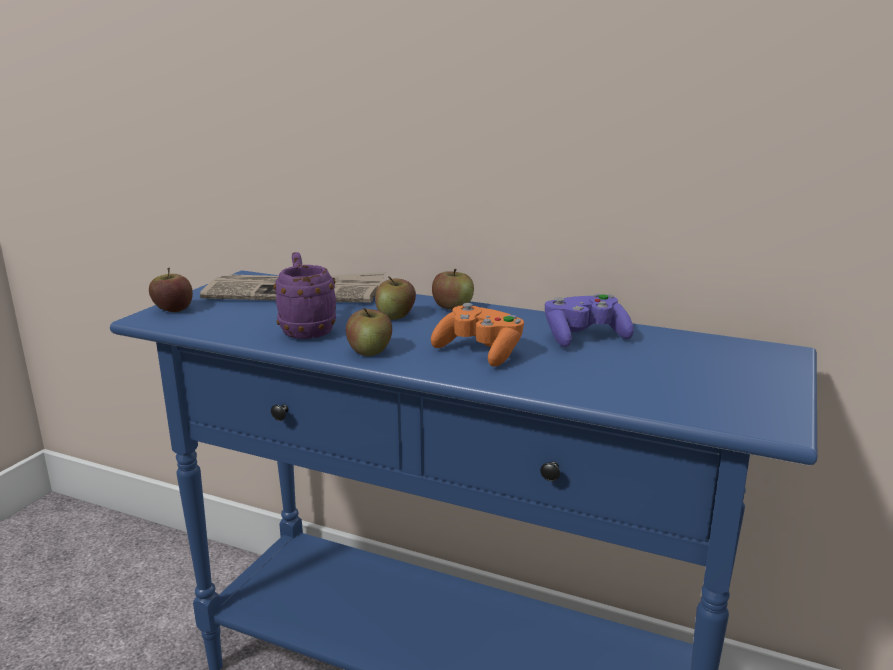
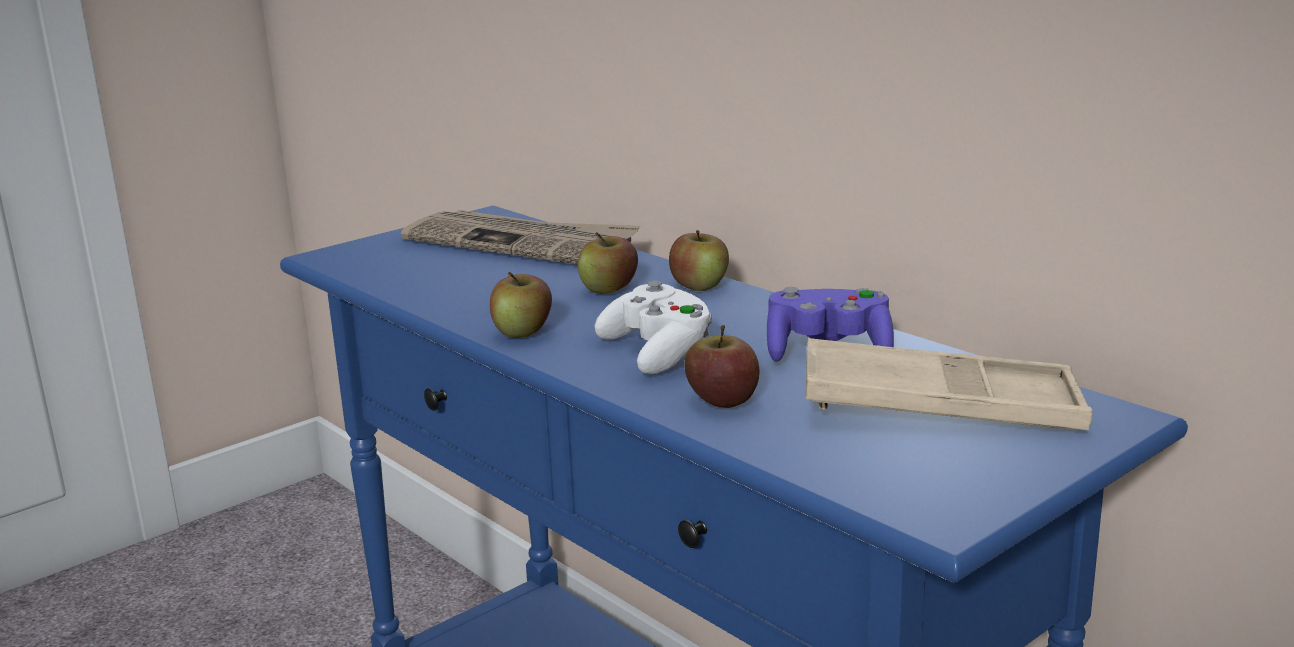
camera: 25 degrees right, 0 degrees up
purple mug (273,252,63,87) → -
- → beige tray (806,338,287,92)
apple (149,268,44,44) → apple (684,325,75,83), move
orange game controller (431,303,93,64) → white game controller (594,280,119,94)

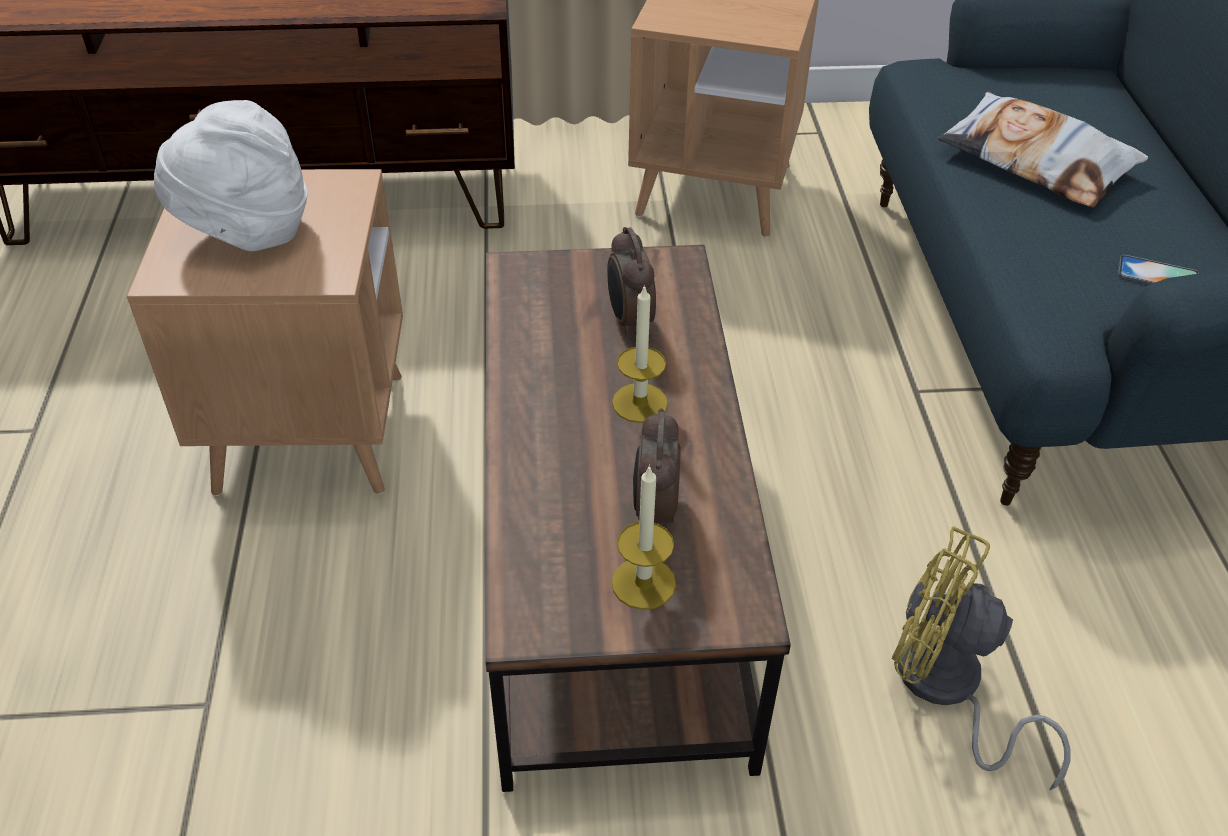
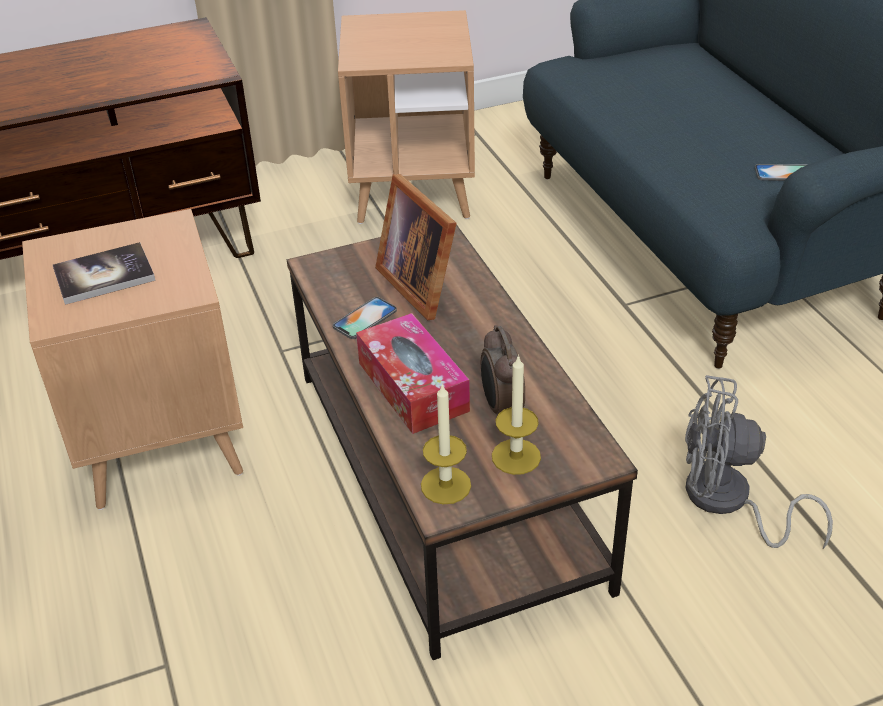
camera: 15 degrees left, 5 degrees down
pillow (938,92,210,116) → -
- → phone (333,297,64,42)
- → tissue box (356,313,114,121)
candle (612,284,56,139) → candle (421,383,50,121), move
white hat (154,100,153,151) → book (53,242,103,63)
alarm clock (607,227,49,109) → picture frame (375,174,82,146)
yellow fan (892,527,179,263) → grey fan (685,375,148,174)

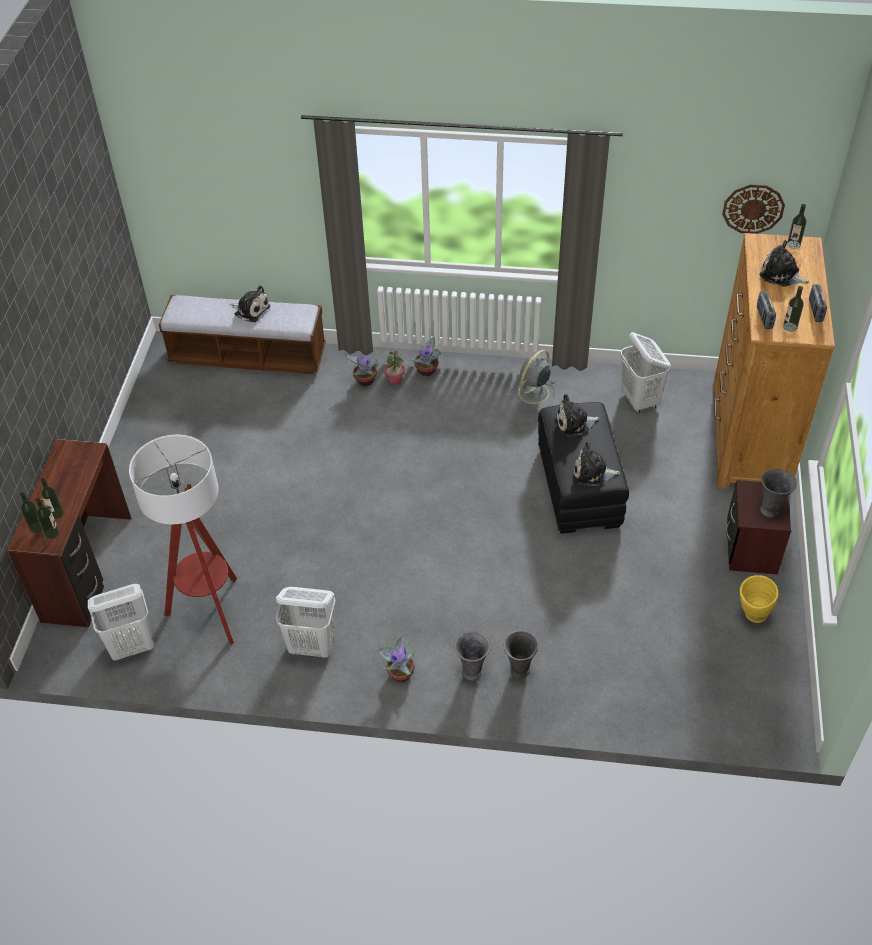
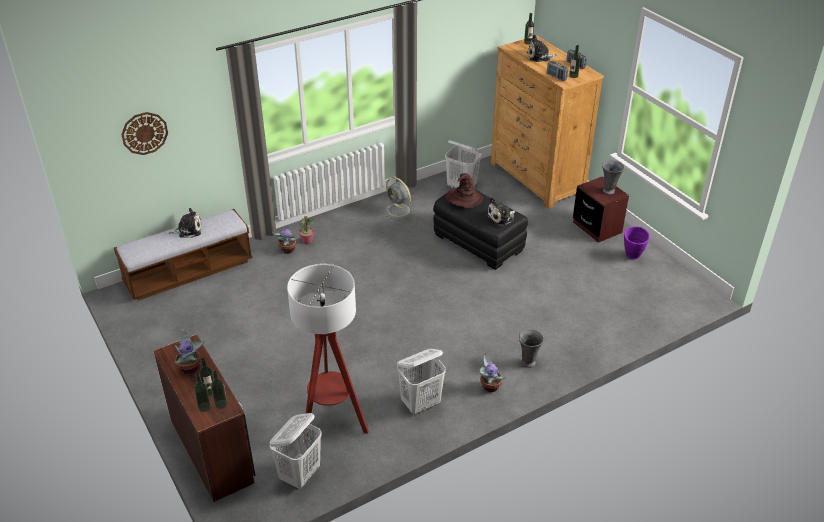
camera: 40 degrees left, 10 degrees down
grey vase (504,631,35,48) → -
potted plant (411,334,30,42) → potted plant (174,329,30,45), move
wall clock (722,184,63,50) → wall clock (121,112,47,43), move
plush toy (555,394,45,43) → brown hat (446,173,37,35)
yellow vase (740,575,38,48) → purple vase (624,226,25,34)
grey fan (511,350,44,61) → grey fan (382,177,34,43), 45 degrees counterclockwise

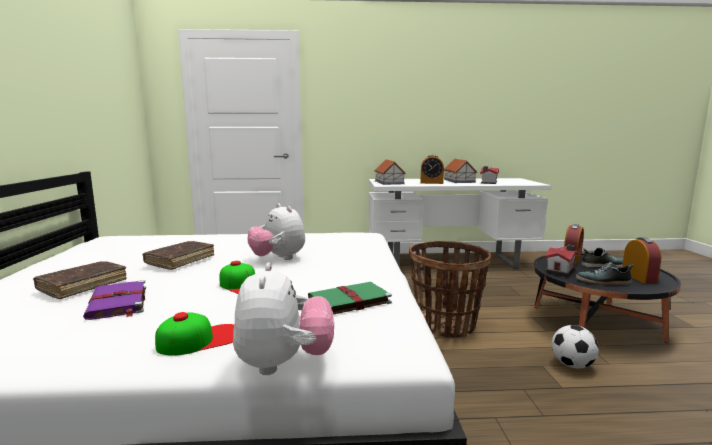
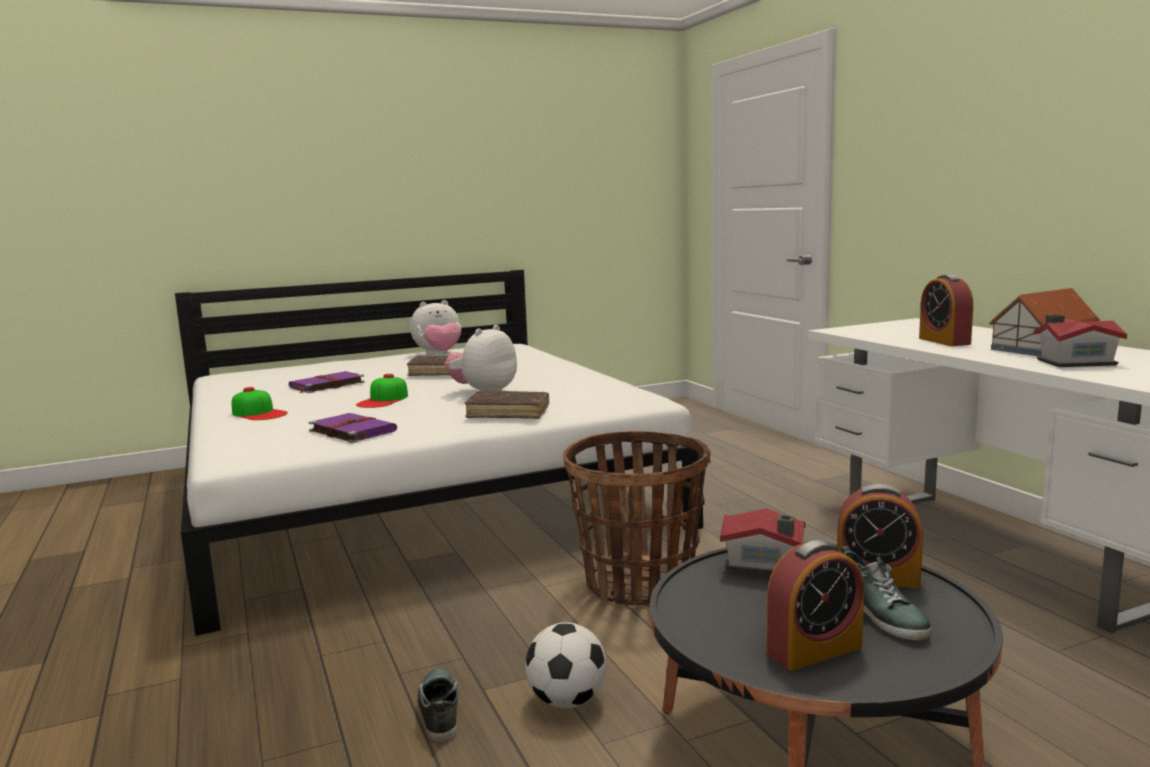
camera: 70 degrees right, 0 degrees up
toy house (374,159,32,26) → -
brown book (33,261,94,38) → brown book (465,390,84,29), move
plush toy (233,262,101,113) → plush toy (410,300,51,55), move
shoe (576,262,58,23) → shoe (417,668,41,75), move
green book (308,282,84,33) → purple book (309,413,88,30)

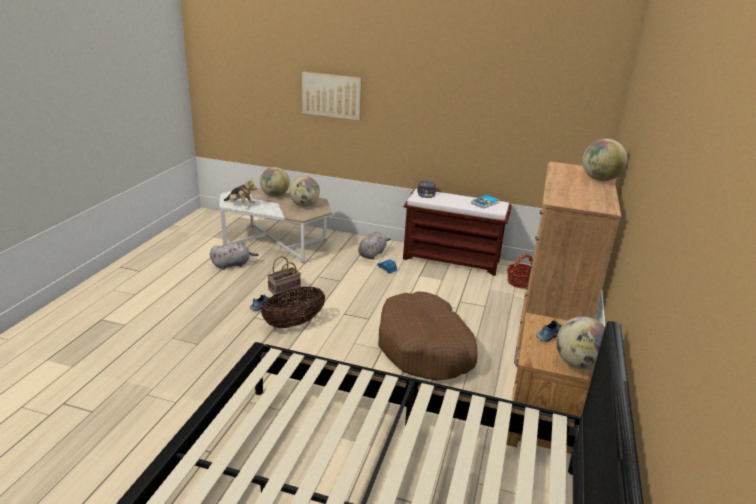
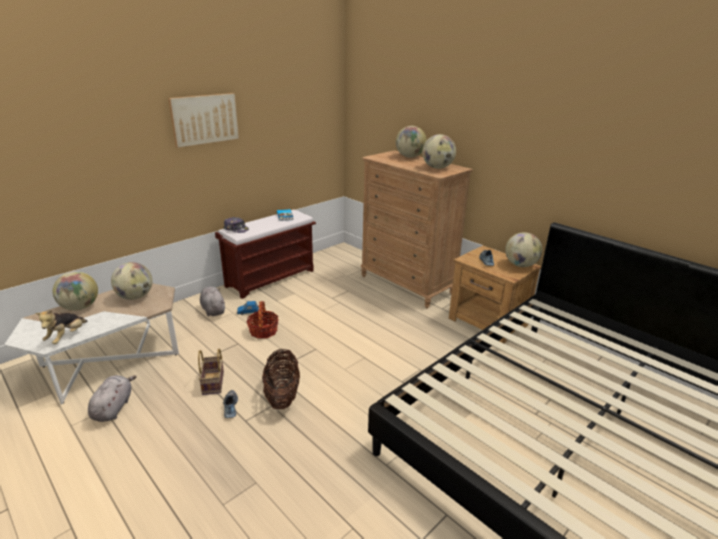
camera: 60 degrees left, 0 degrees up
brown dog bed (378,291,100,90) → -
- → globe (422,134,34,35)
picture (302,71,60,50) → picture (168,93,71,55), move
basket (507,254,26,35) → basket (246,301,32,38), move
plush toy (223,177,34,29) → plush toy (35,309,53,35), 135 degrees clockwise

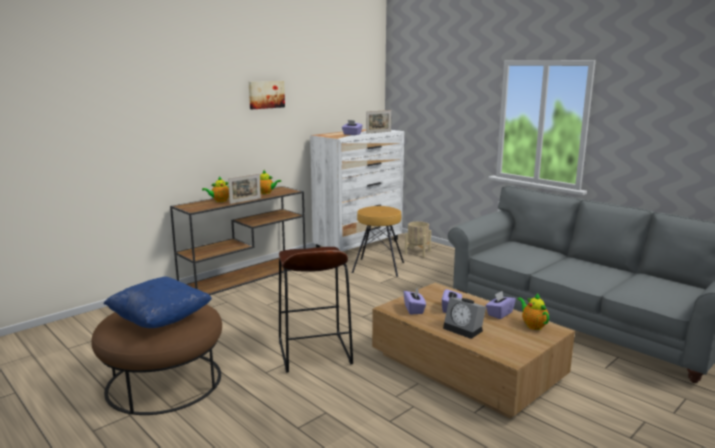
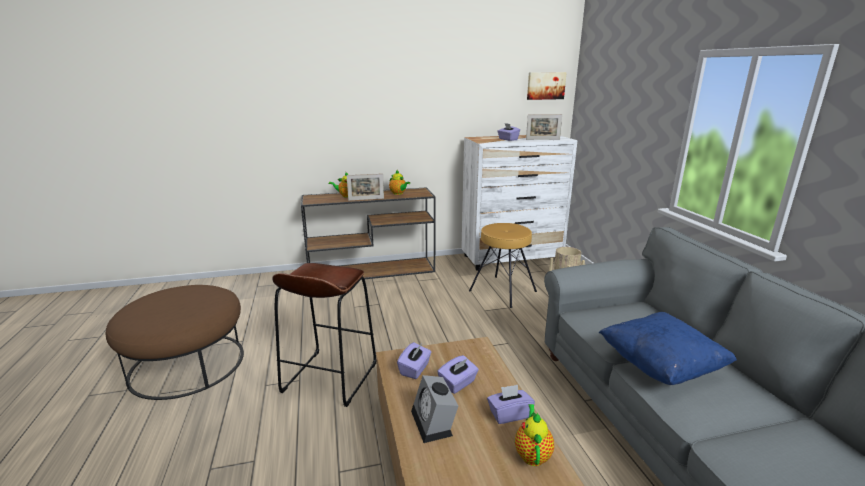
camera: 30 degrees right, 5 degrees up
blue pillow (104,277,108,51) → blue pillow (599,312,138,73), move
picture (249,81,36,28) → picture (527,72,40,28), move

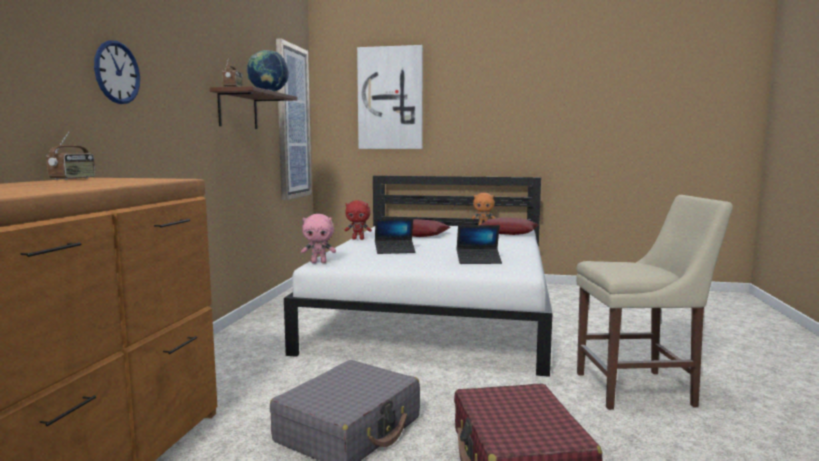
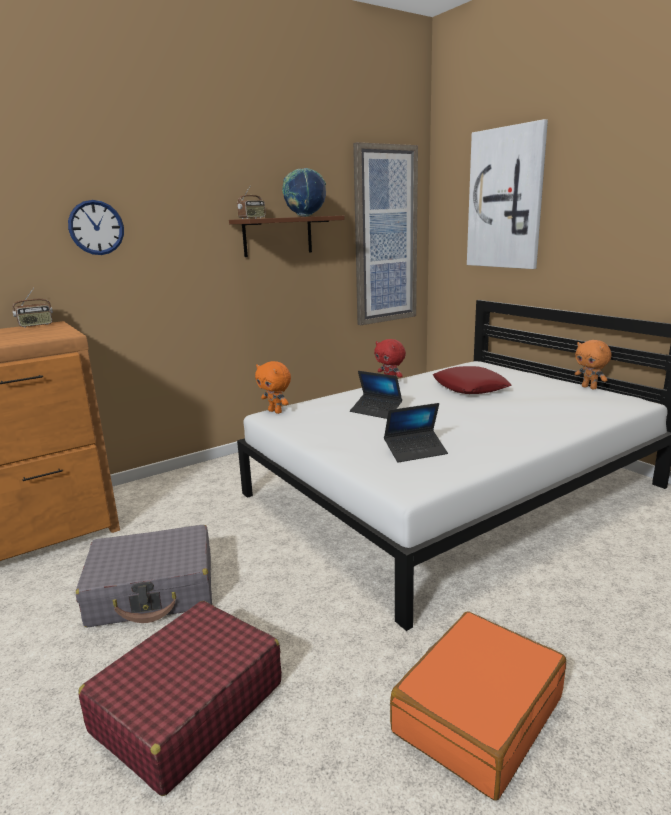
camera: 45 degrees right, 10 degrees up
red pillow (481,217,57,18) → -
beige chair (576,195,157,215) → orange suitcase (390,612,176,189)
pink plush toy (301,214,35,49) → orange plush toy (255,361,36,53)
laptop (457,225,45,39) → laptop (384,403,64,59), 60 degrees counterclockwise

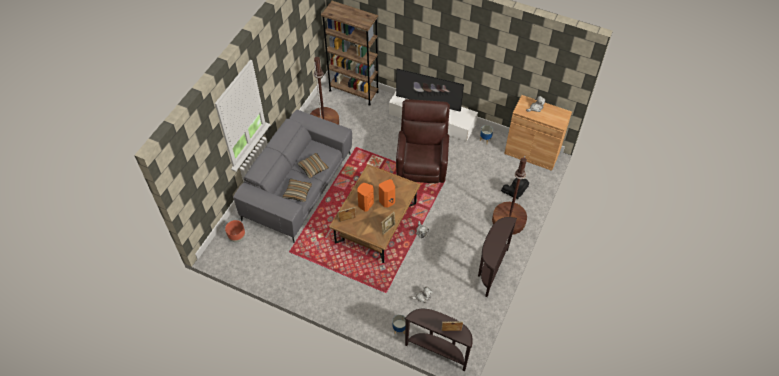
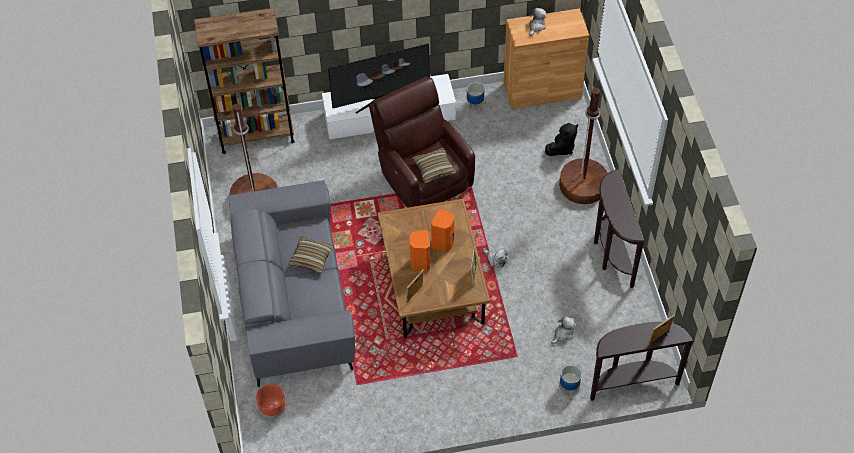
camera: 35 degrees left, 0 degrees up
pillow (282,179,30,23) → pillow (412,148,44,35), move

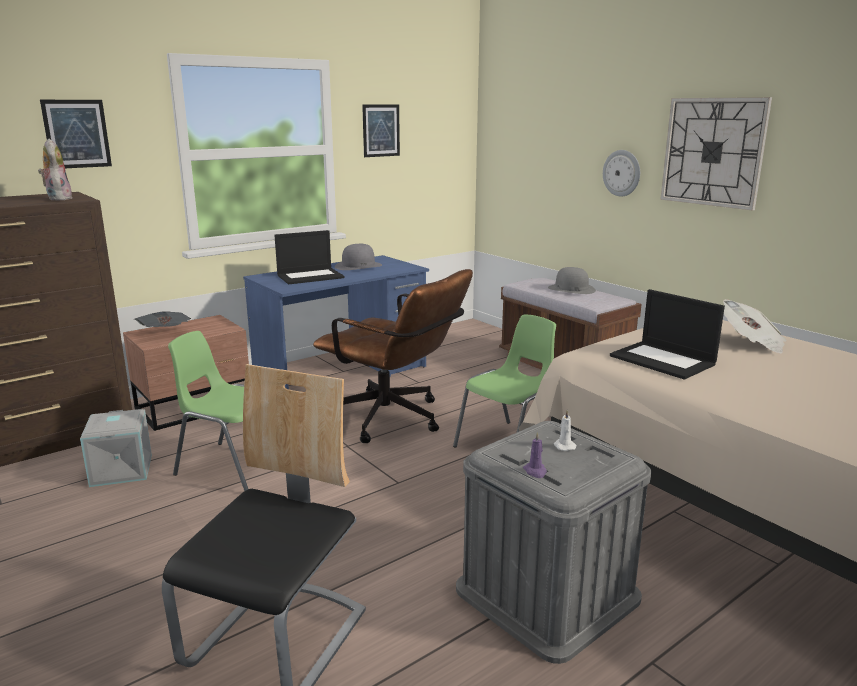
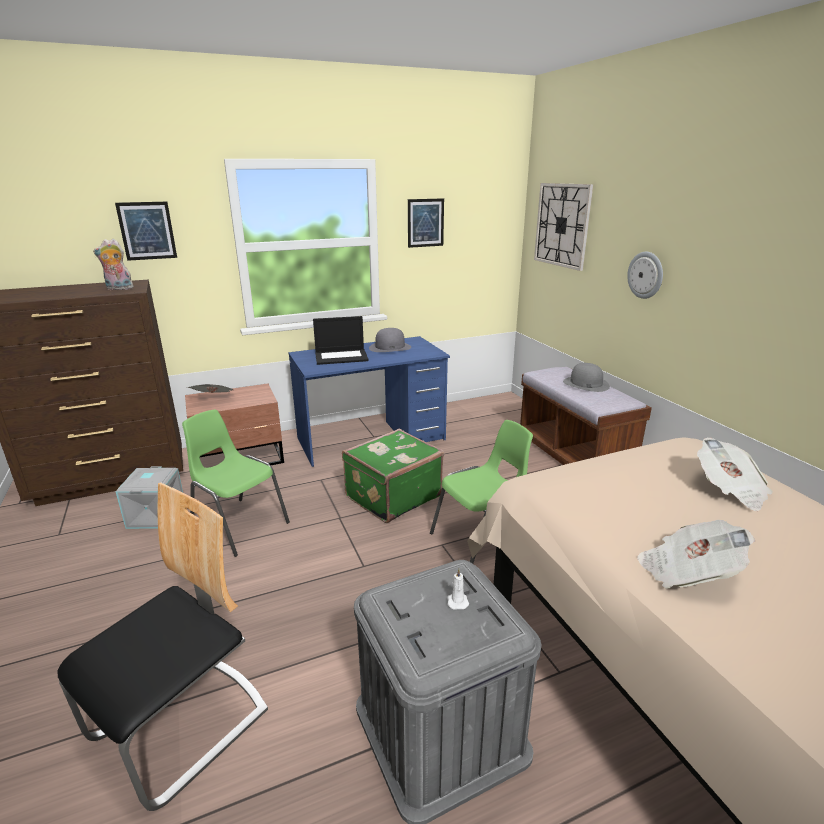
camera: 15 degrees right, 5 degrees up
purple candle (523,432,24,46) → -
laptop (610,289,115,91) → -
- → newspaper (637,520,118,69)
wall clock (660,97,112,114) → wall clock (534,183,59,88), move
brown office chair (313,269,160,174) → green suitcase (342,429,102,94)
plush toy (38,139,34,62) → plush toy (93,239,41,51), 90 degrees counterclockwise

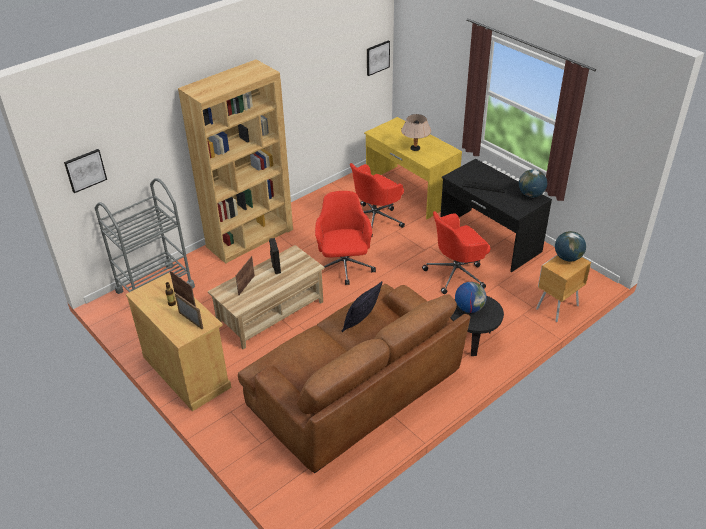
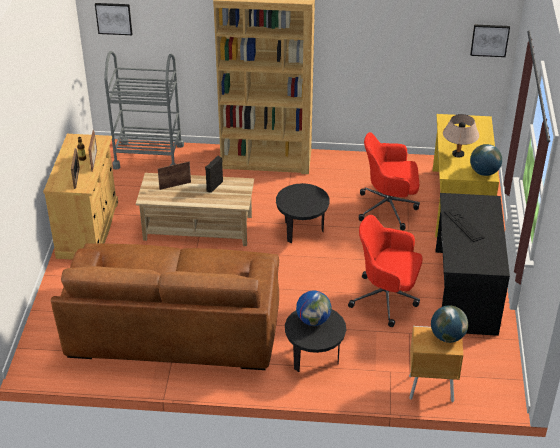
camera: 45 degrees right, 0 degrees up
pillow (342,281,40,51) → -
globe (519,169,28,28) → globe (470,144,32,32), move
red office chair (315,191,61,94) → black side table (276,183,53,61)

